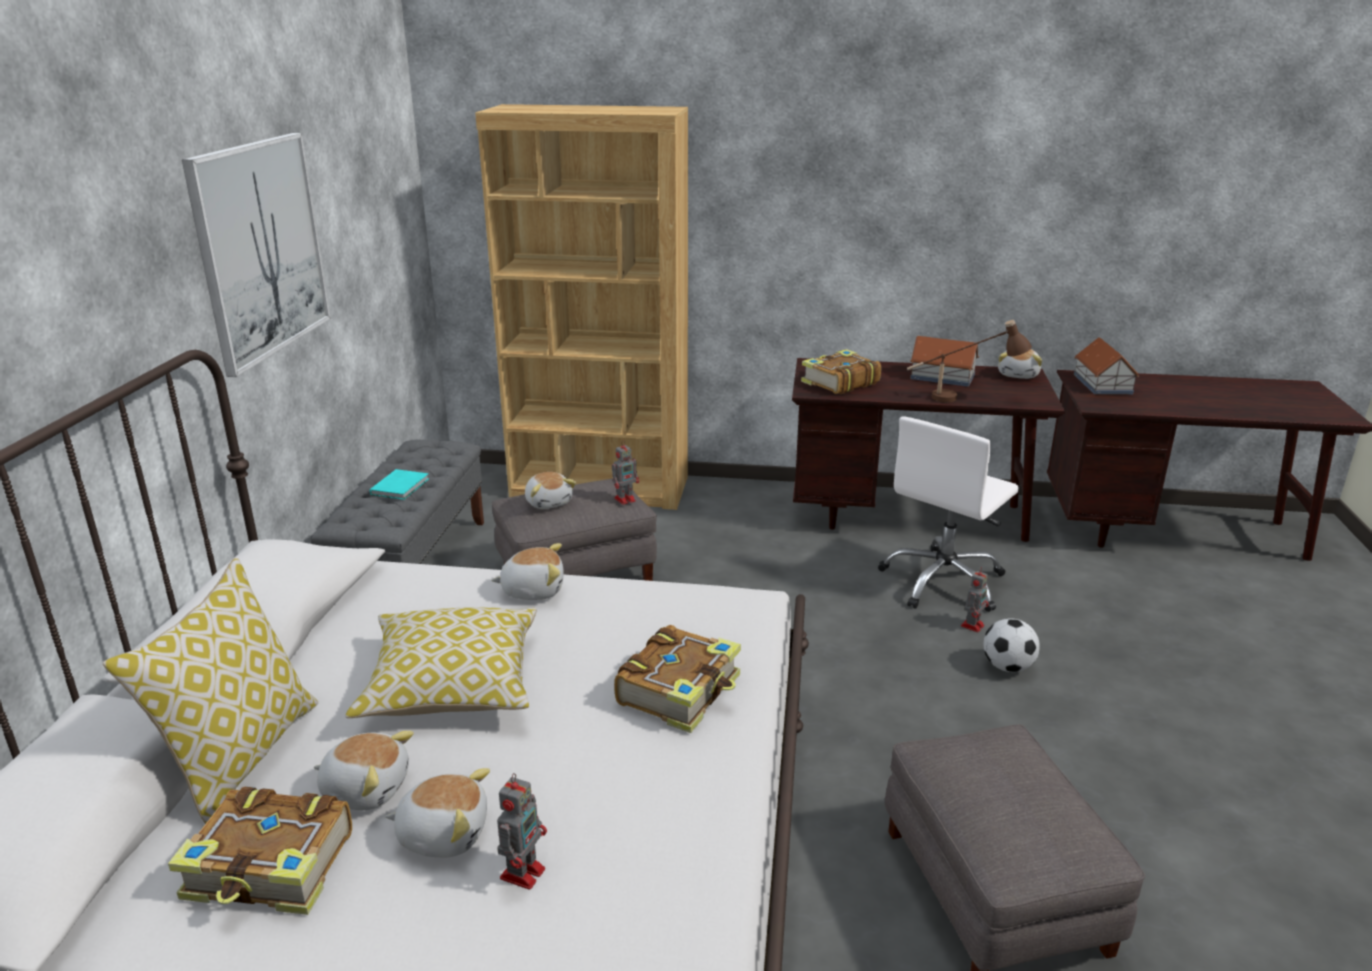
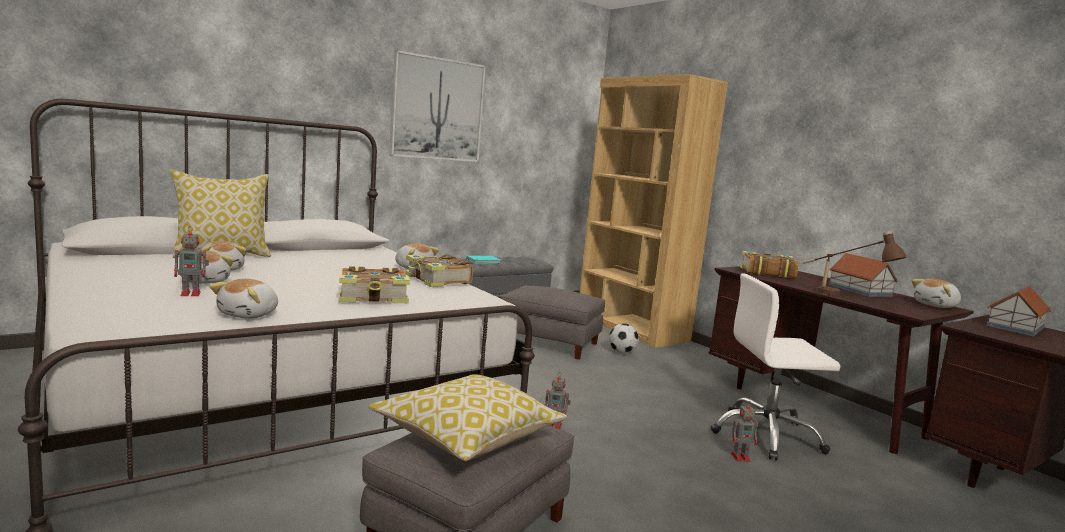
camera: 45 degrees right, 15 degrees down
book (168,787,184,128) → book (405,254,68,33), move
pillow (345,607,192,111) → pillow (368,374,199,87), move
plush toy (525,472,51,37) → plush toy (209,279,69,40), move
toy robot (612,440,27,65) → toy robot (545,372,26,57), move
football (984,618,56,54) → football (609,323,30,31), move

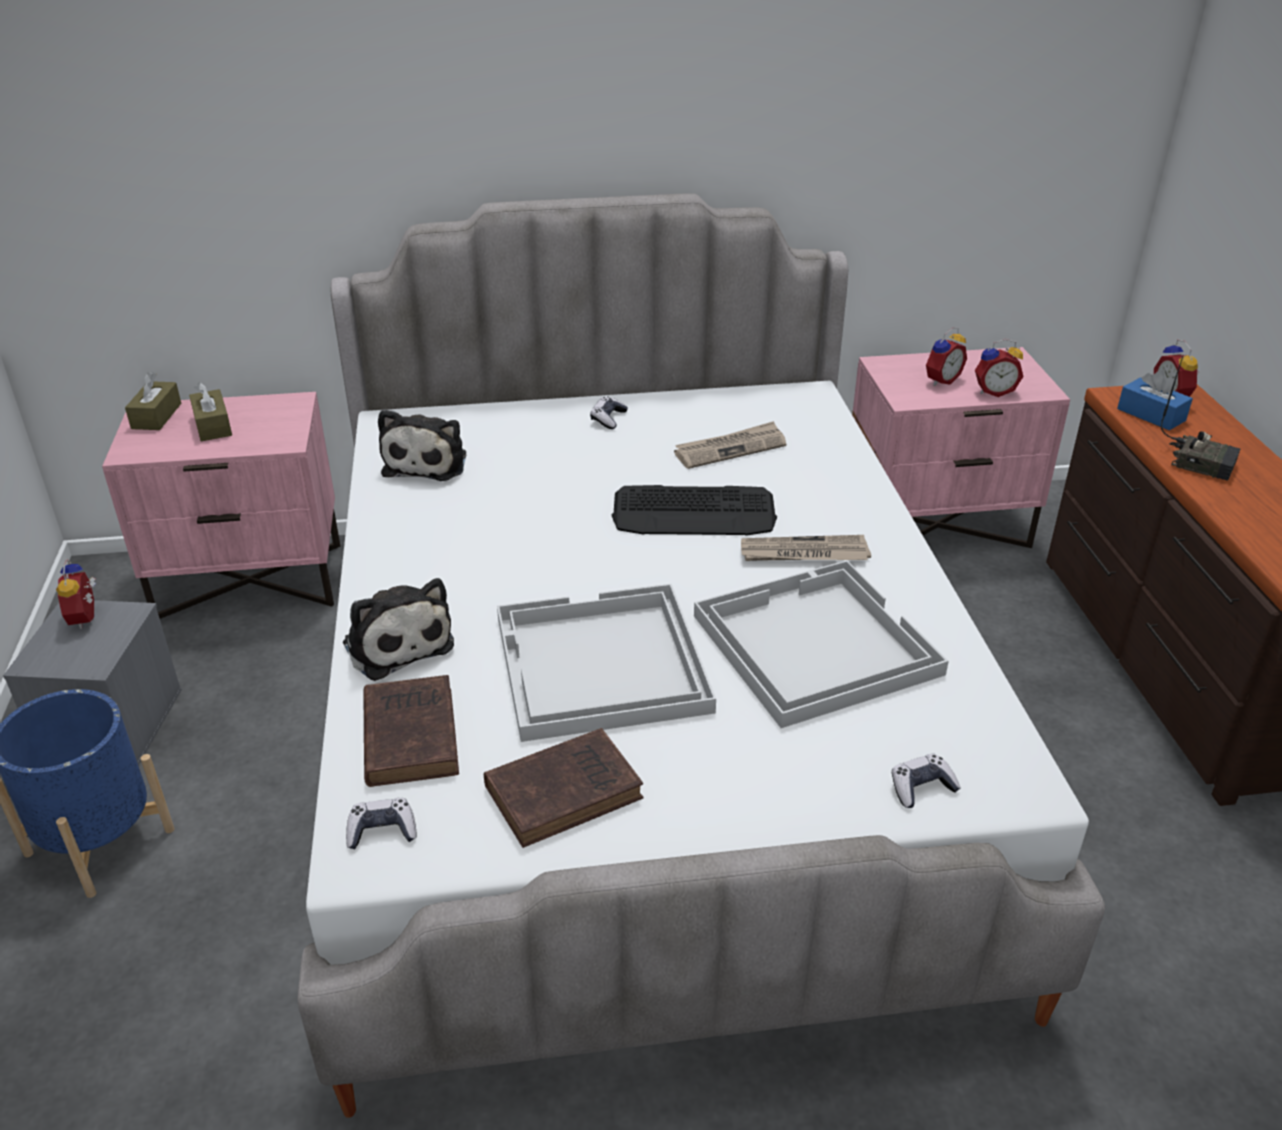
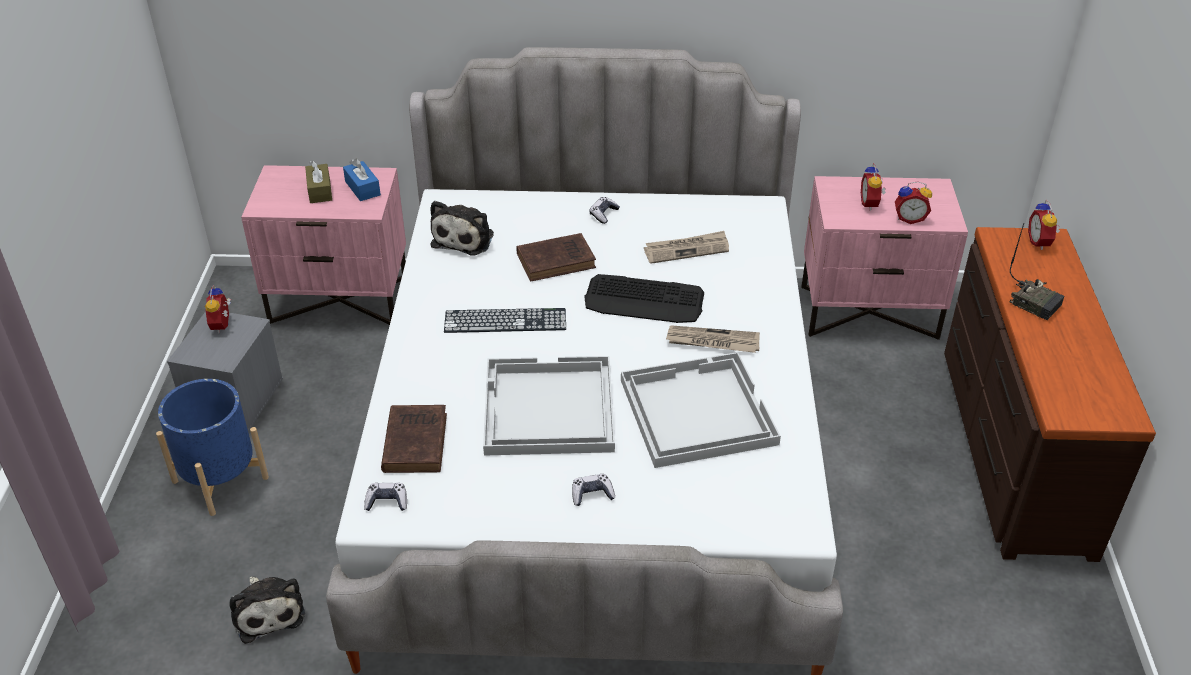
camera: 10 degrees right, 5 degrees up
brown tissue box (125,372,56,58) → -
- → keyboard (444,308,122,25)
plush toy (343,578,111,103) → plush toy (230,577,75,67), move
brown book (484,728,160,120) → brown book (516,233,80,49), move
game controller (892,754,69,54) → game controller (572,474,43,32), move
blue tissue box (1117,370,76,60) → blue tissue box (343,159,38,42), move
alarm clock (926,328,41,58) → alarm clock (861,163,25,48), 120 degrees clockwise

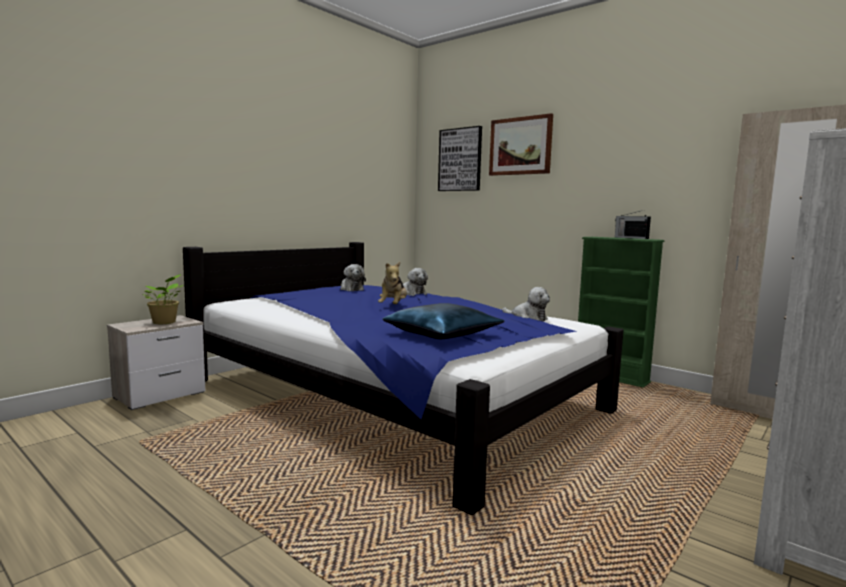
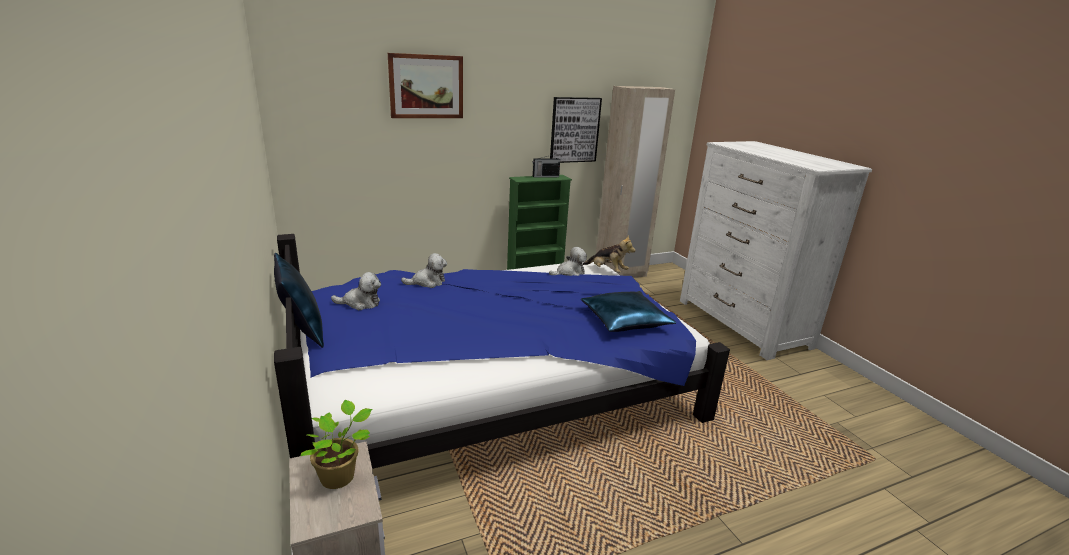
camera: 65 degrees left, 15 degrees up
- → blue pillow (274,253,50,95)
plush toy (378,262,29,42) → plush toy (583,235,52,38), move
picture (438,126,44,65) → picture (550,97,52,66), move

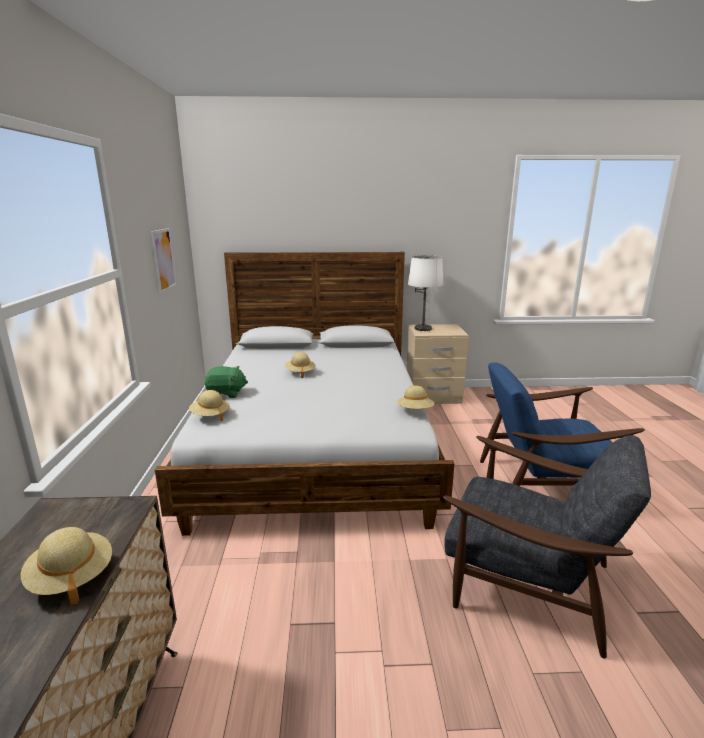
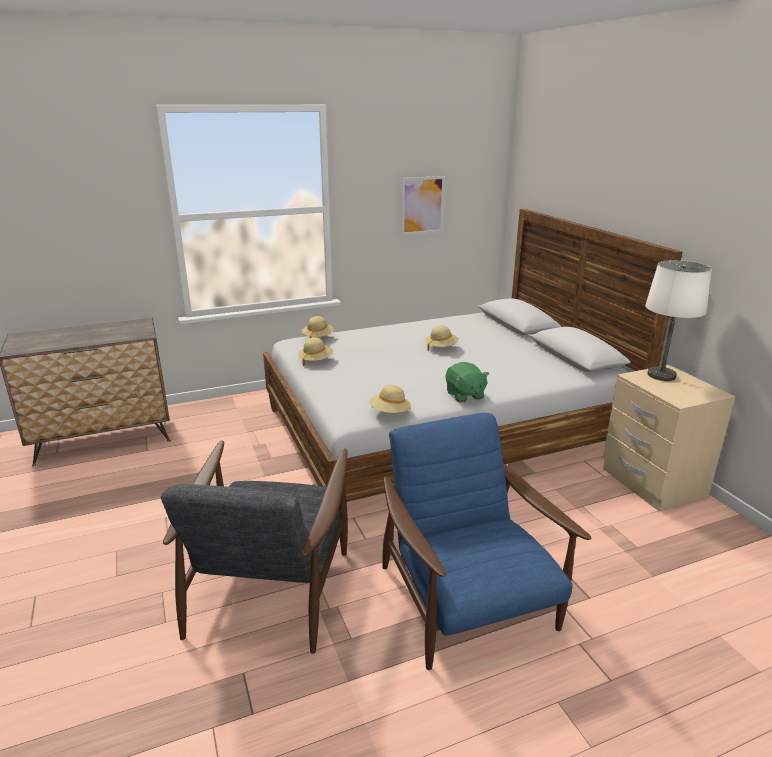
camera: 70 degrees right, 5 degrees up
beige hat (21,527,91,77) → beige hat (298,337,35,29), move
green plush toy (205,366,43,32) → green plush toy (445,362,44,41), move

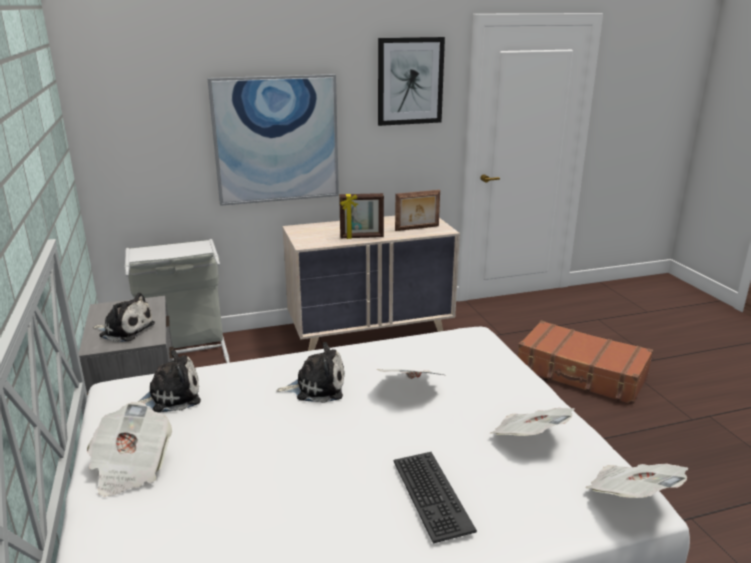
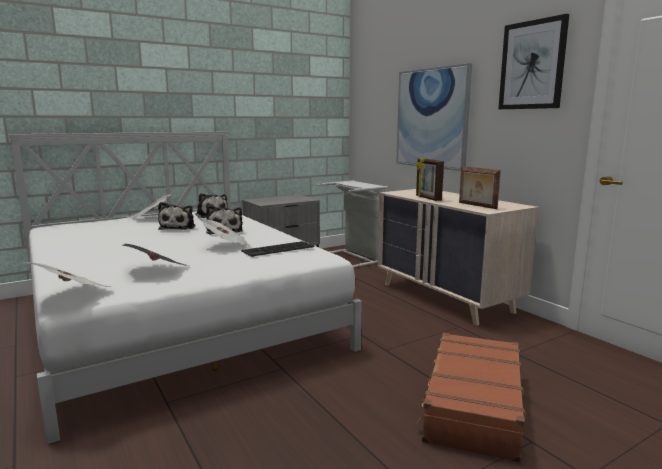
camera: 75 degrees right, 10 degrees down
plush toy (93,293,62,49) → plush toy (158,202,38,28), move
keyboard (394,452,83,92) → keyboard (242,241,73,16), move

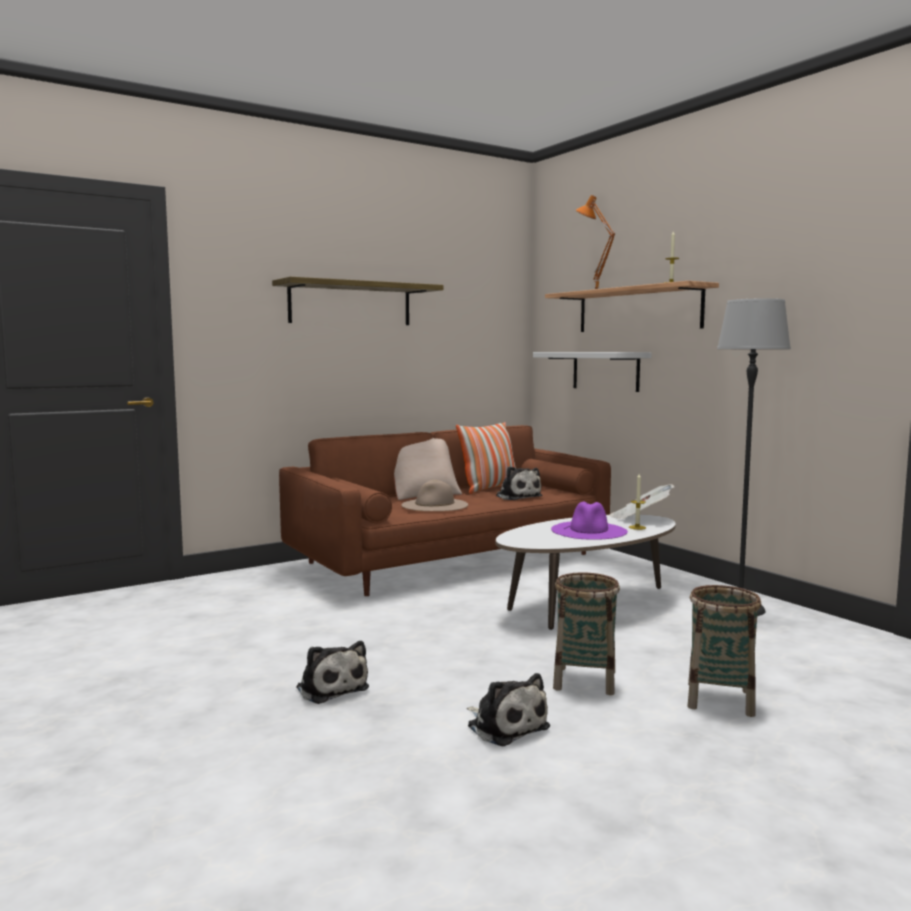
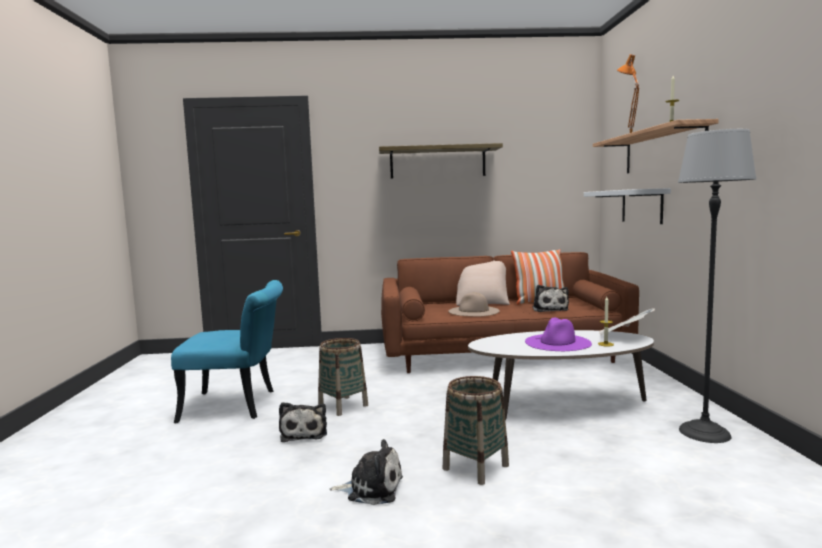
camera: 30 degrees right, 0 degrees up
- → turquoise chair (171,280,112,143)
basket (687,585,74,132) → basket (318,338,50,78), move
plush toy (467,673,83,73) → plush toy (330,439,73,66), 75 degrees counterclockwise

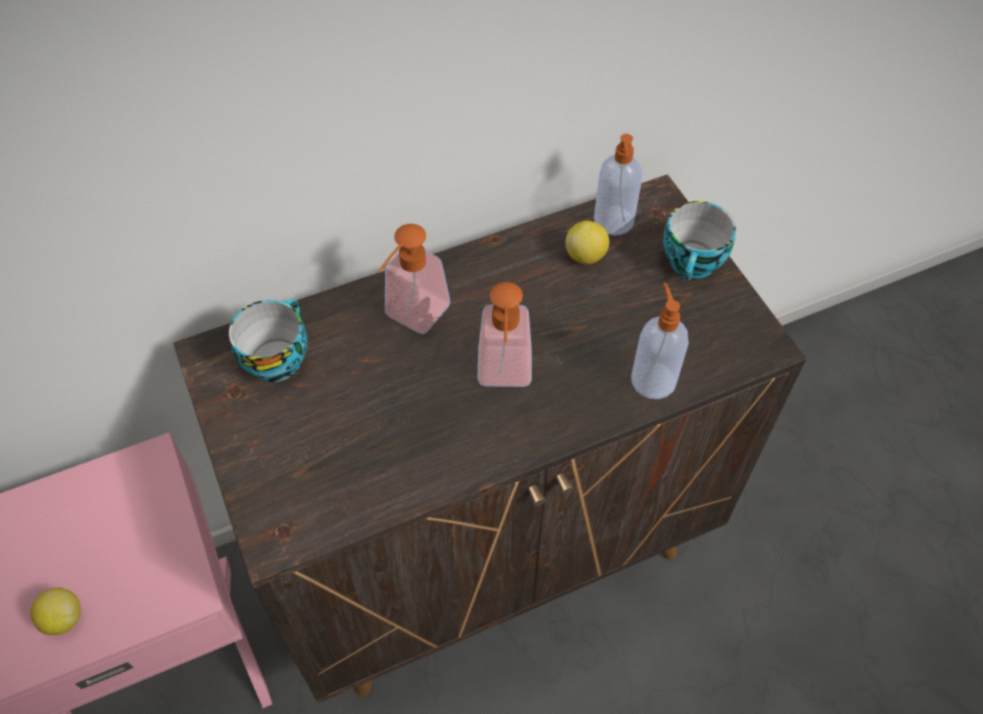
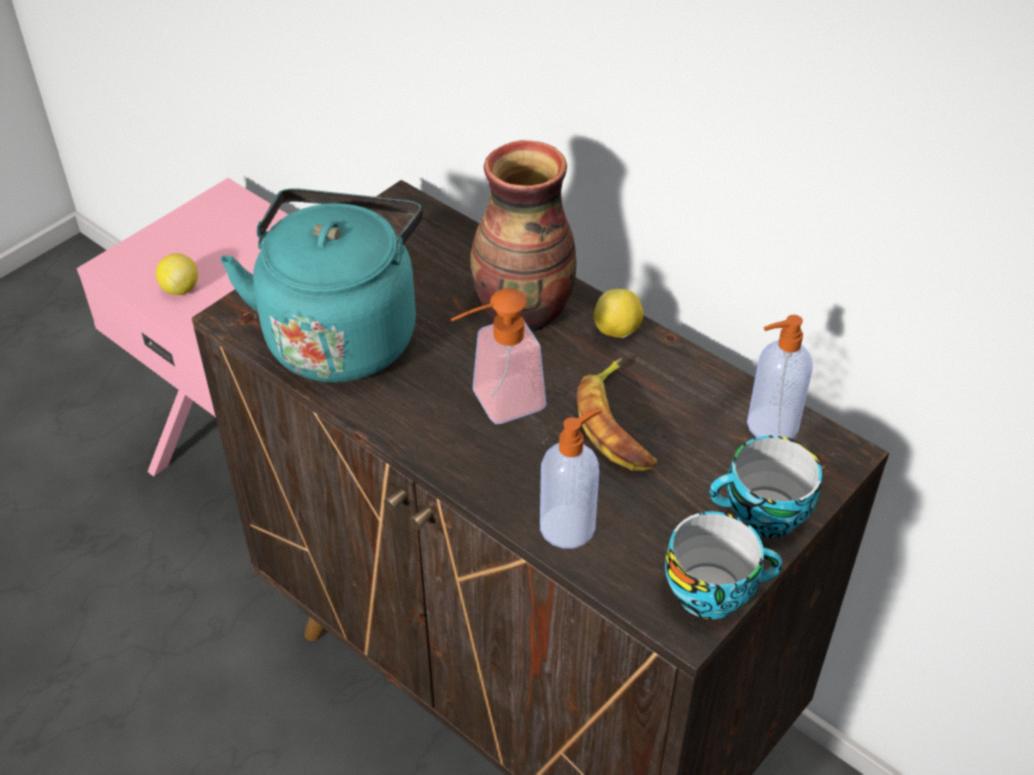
camera: 65 degrees right, 10 degrees down
- → turquoise kettle (220,188,203,195)
- → banana (577,358,80,113)
cup (229,299,79,83) → cup (665,512,118,107), move
lemon (566,221,43,43) → lemon (594,289,50,49), move
soap dispenser (378,224,72,110) → vase (470,140,106,191)

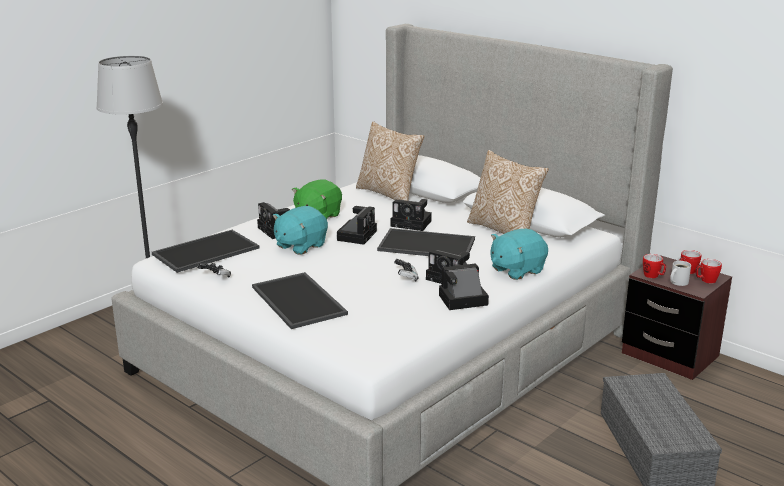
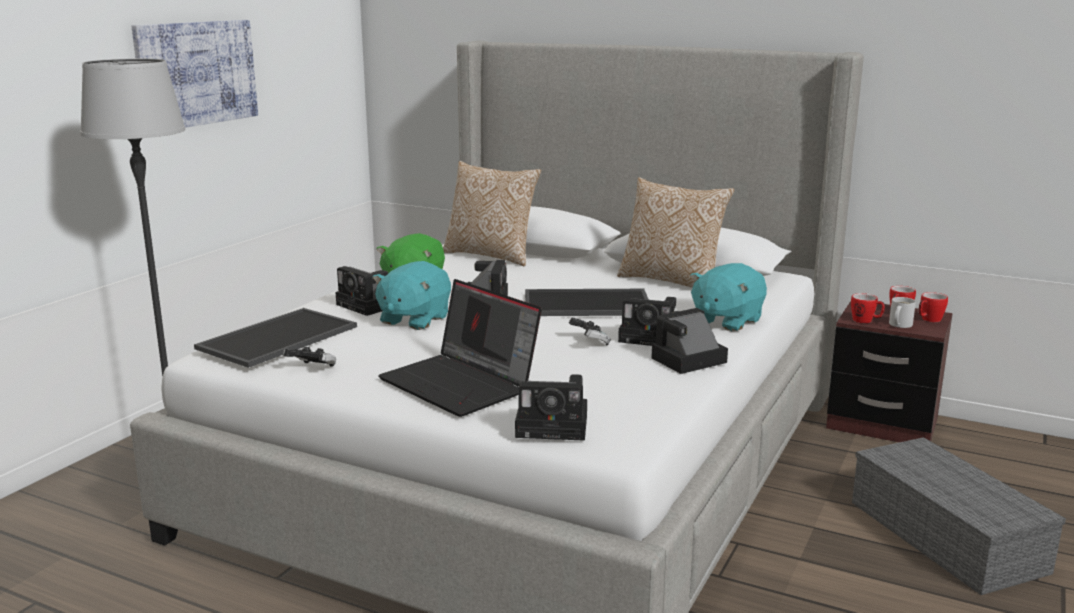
camera: 15 degrees left, 5 degrees down
- → picture (132,20,126,108)
photo camera (391,199,41,32) → photo camera (515,374,72,67), move
tray (252,272,96,57) → laptop (378,279,164,138)

